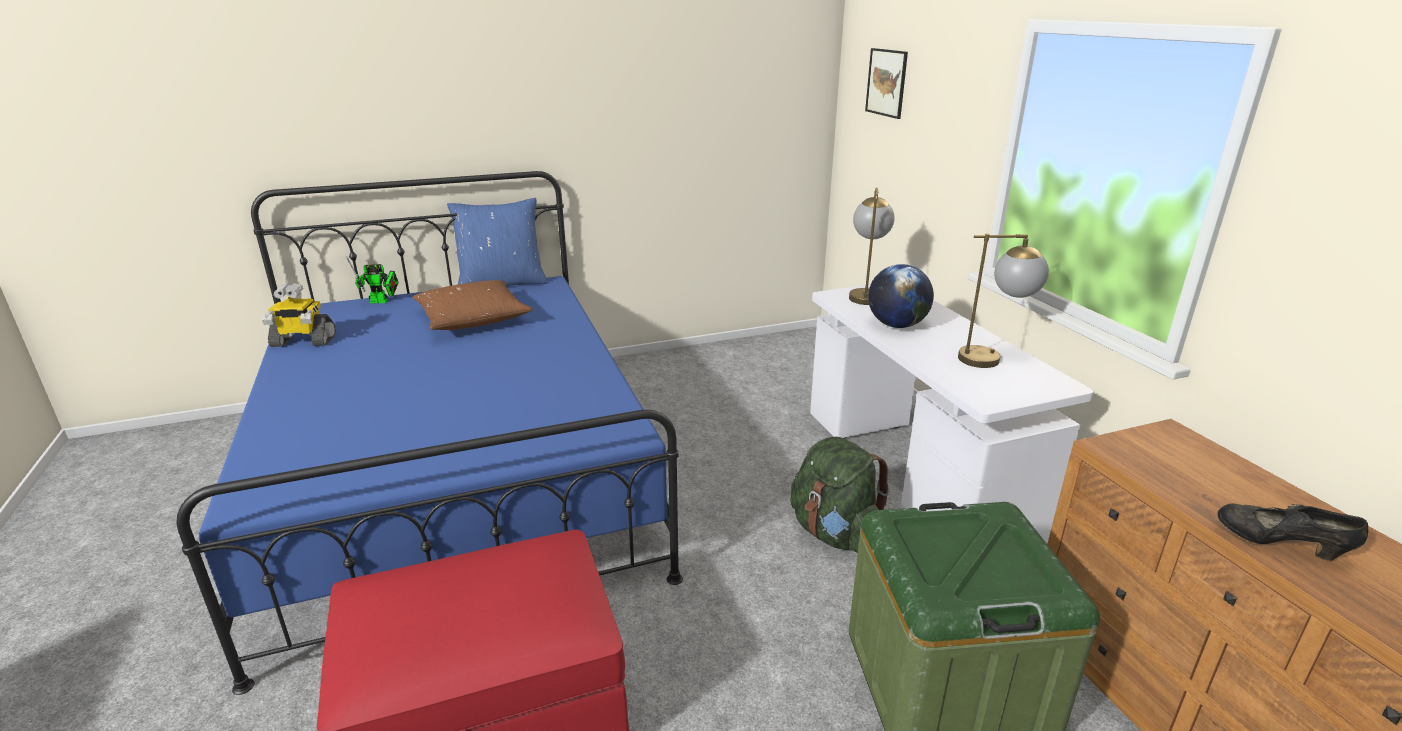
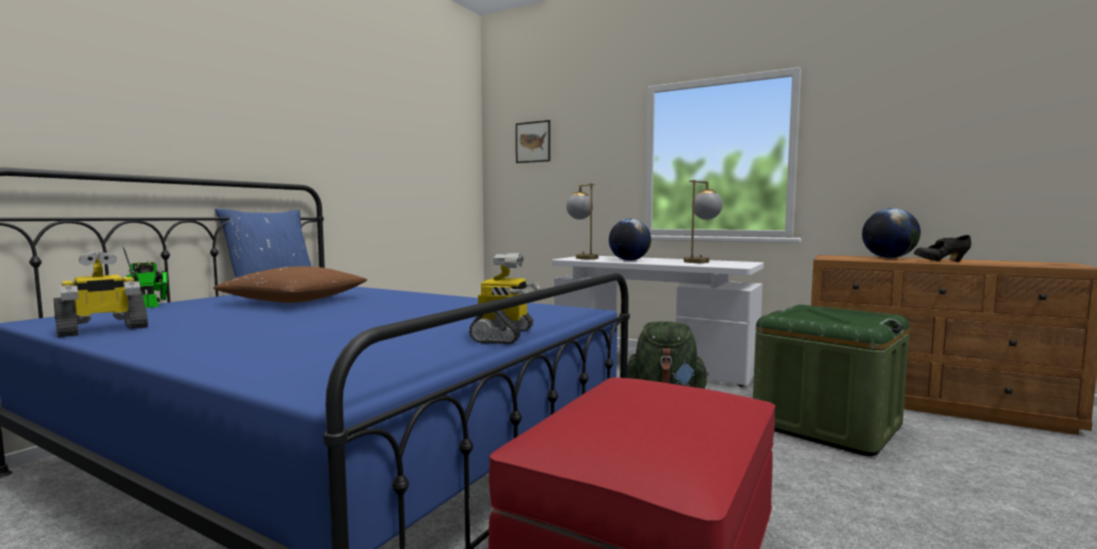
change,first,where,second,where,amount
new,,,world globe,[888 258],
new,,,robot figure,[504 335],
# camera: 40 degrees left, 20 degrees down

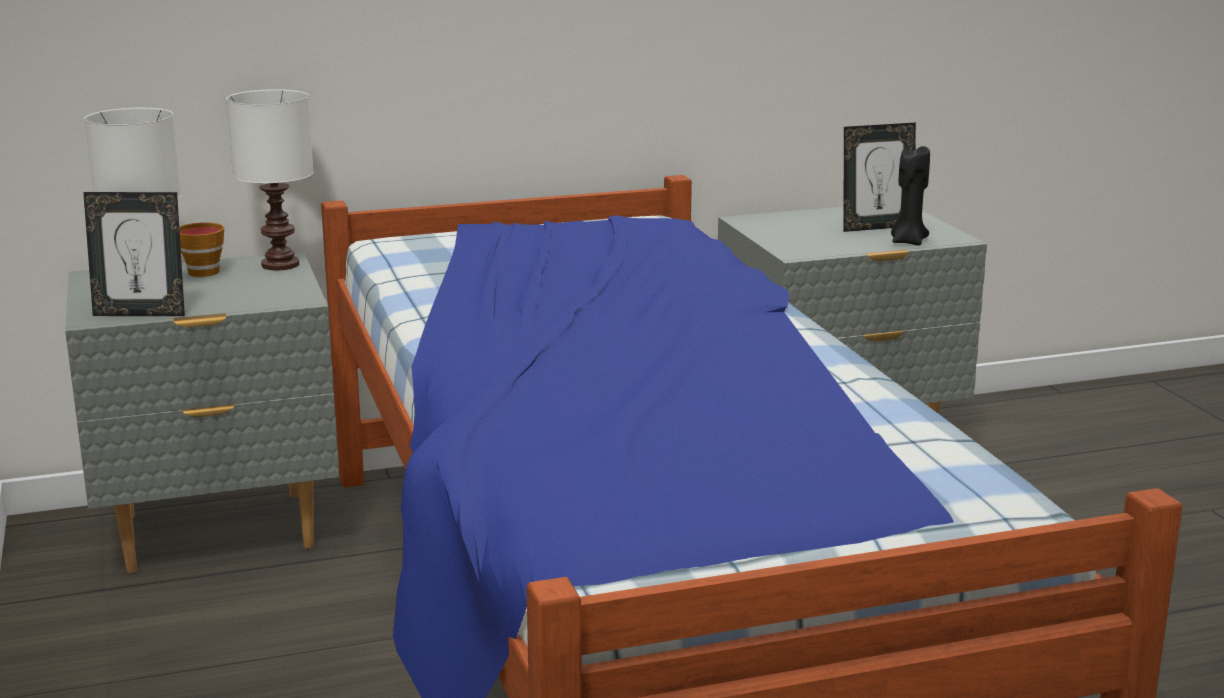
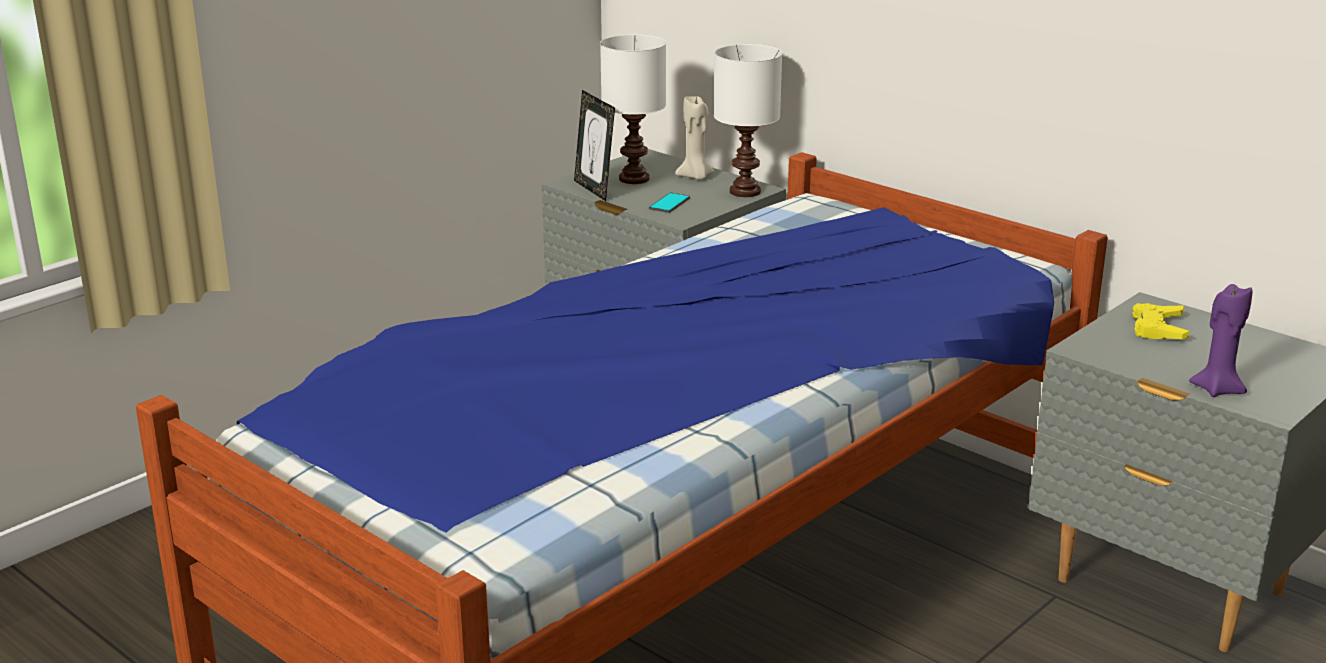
change,first,where,second,where,amount
gone,standing frame,[876 227],,,
repainted,blackish candle,[908 242],purple candle,[1217 389],
swapped,cup,[199 272],sand-coloured candle,[695 177],
new,,,phone,[669 203],
new,,,yellow gamepad,[1158 328],
# camera: 60 degrees right, 5 degrees up

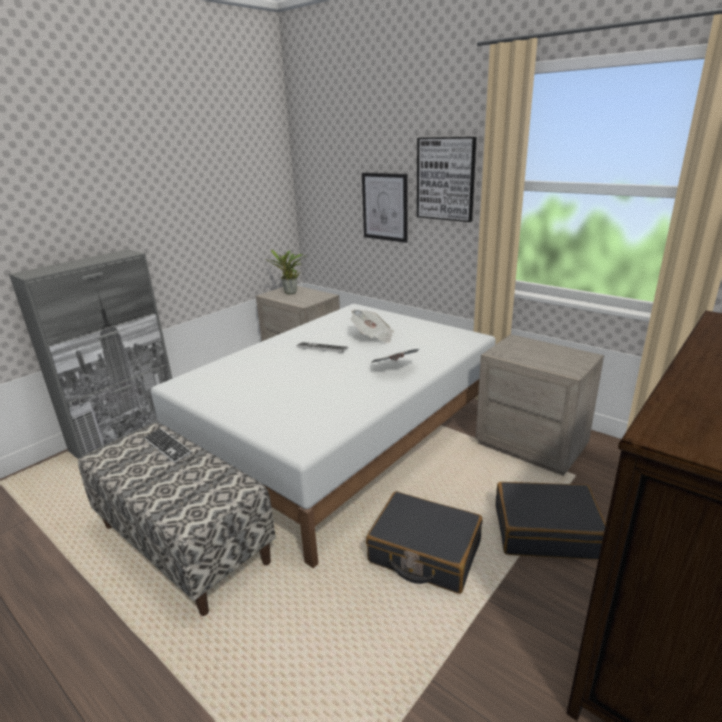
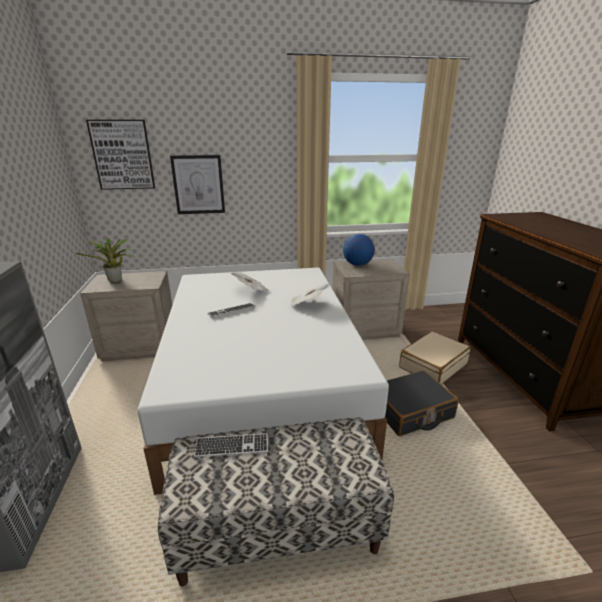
change,first,where,second,where,amount
shifted,wall art,[446 179],,[122 155],
repainted,blackish travel case,[545 531],sand-coloured travel case,[432 365],
new,,,world globe,[357 264],
# camera: 50 degrees left, 0 degrees up

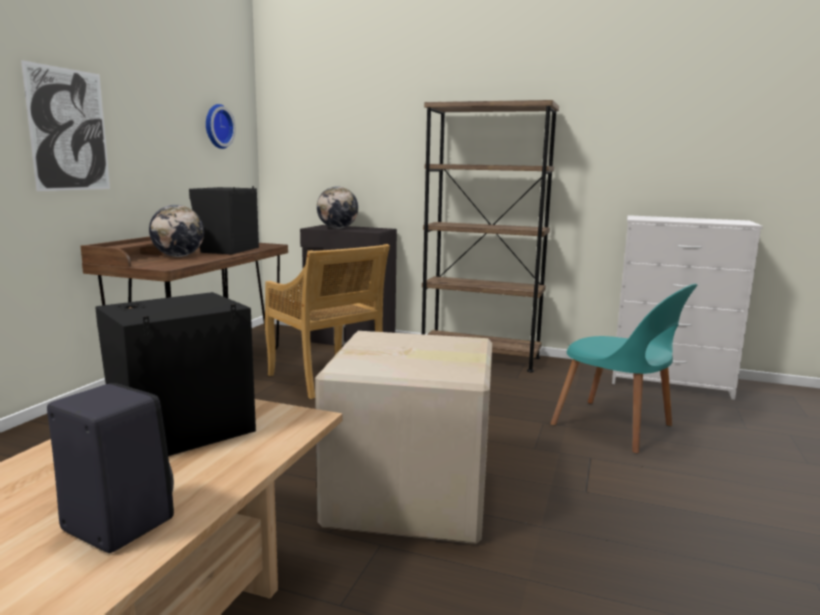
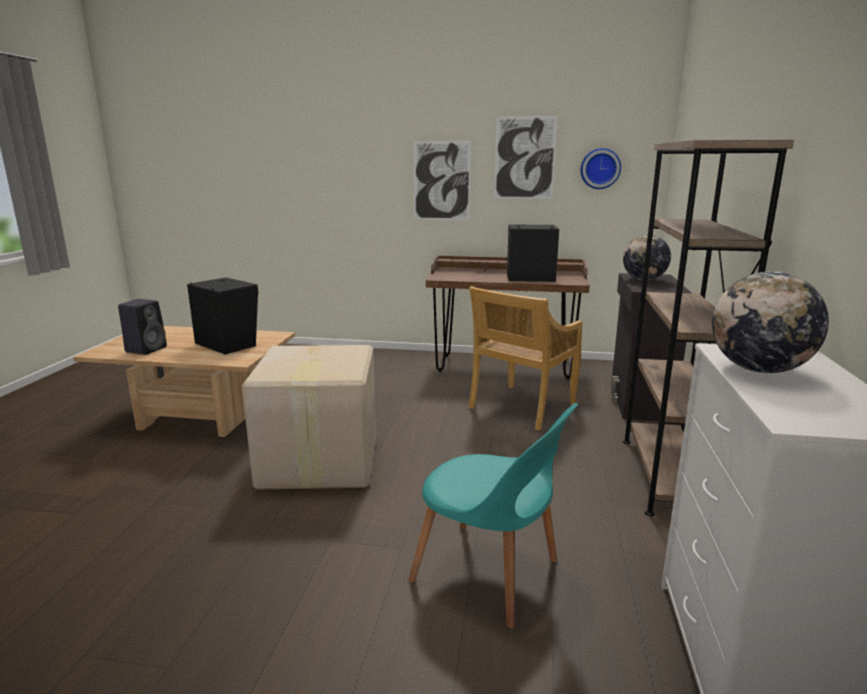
change,first,where,second,where,amount
shifted,world globe,[178 256],,[759 370],
rotated,turquoise upright chair,[616 427],,[490 574],90 degrees counterclockwise
new,,,wall art,[524 158],
# camera: 80 degrees right, 5 degrees up

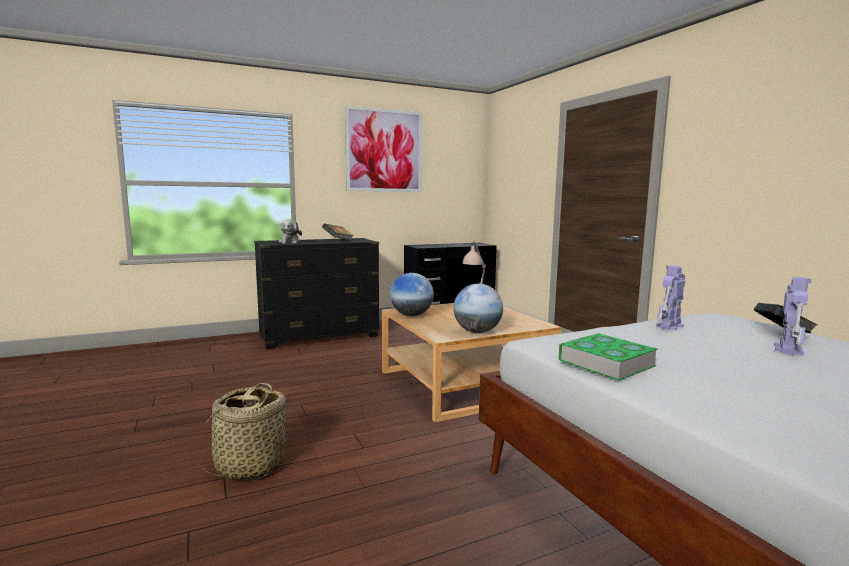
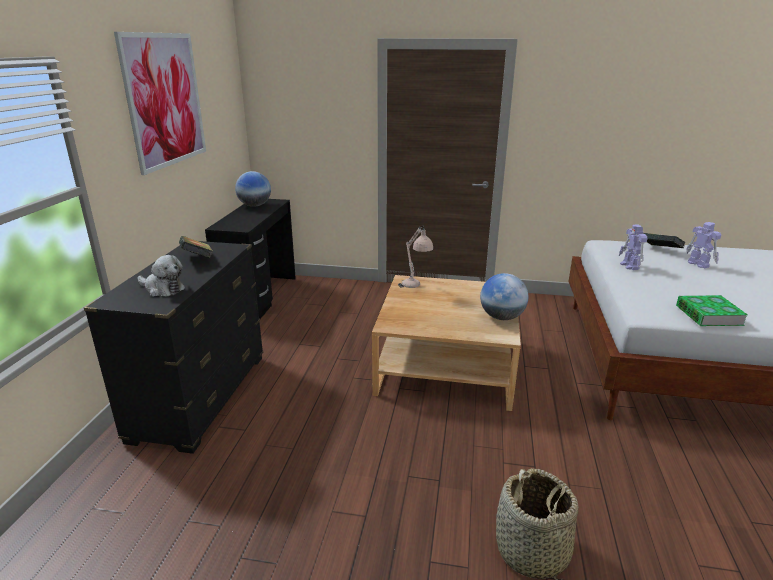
change,first,where,second,where,amount
shifted,world globe,[411 315],,[254 205],
# camera: 55 degrees left, 15 degrees up

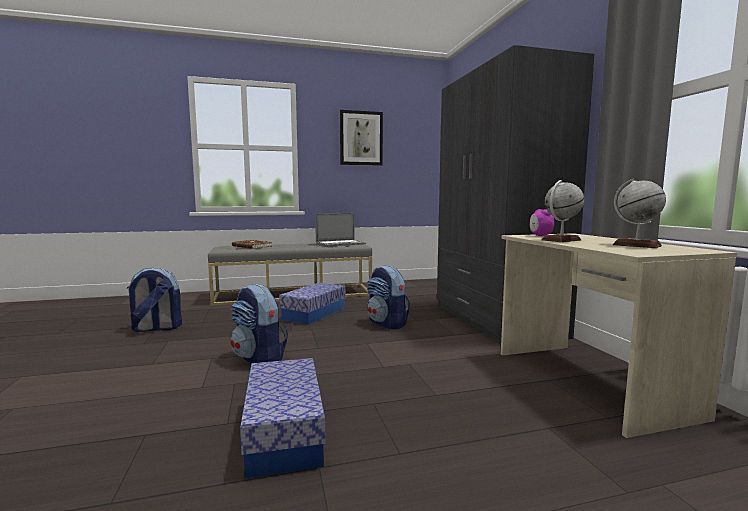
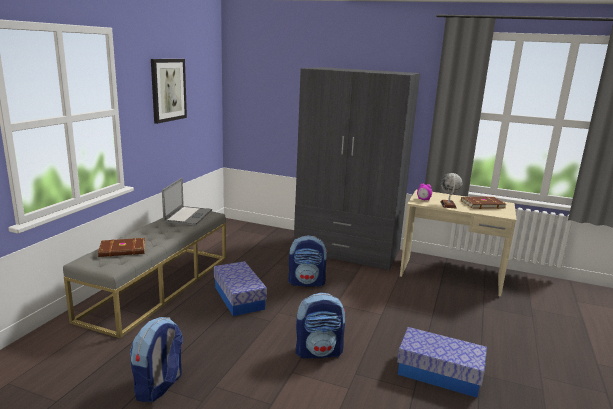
change,first,where,second,where,amount
swapped,world globe,[636 245],brownish bound book,[482 204],
# camera: 55 degrees left, 10 degrees up

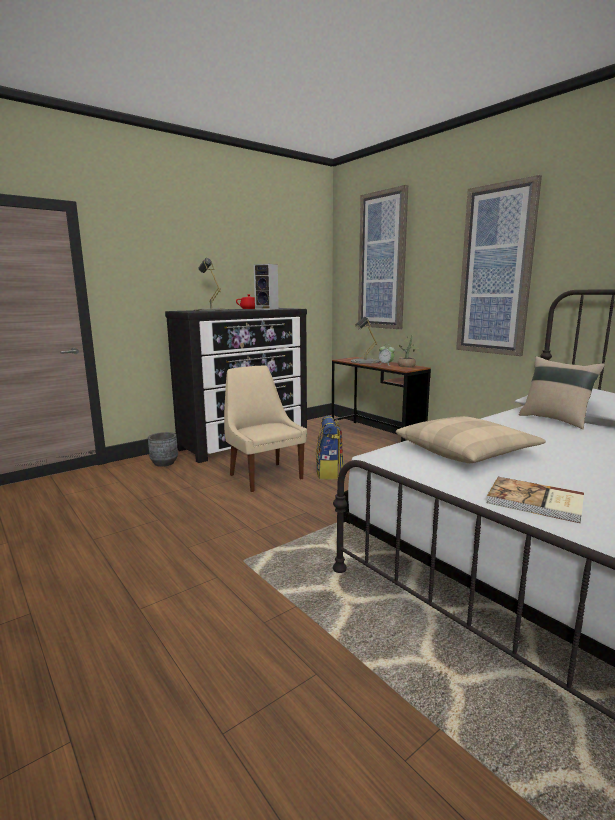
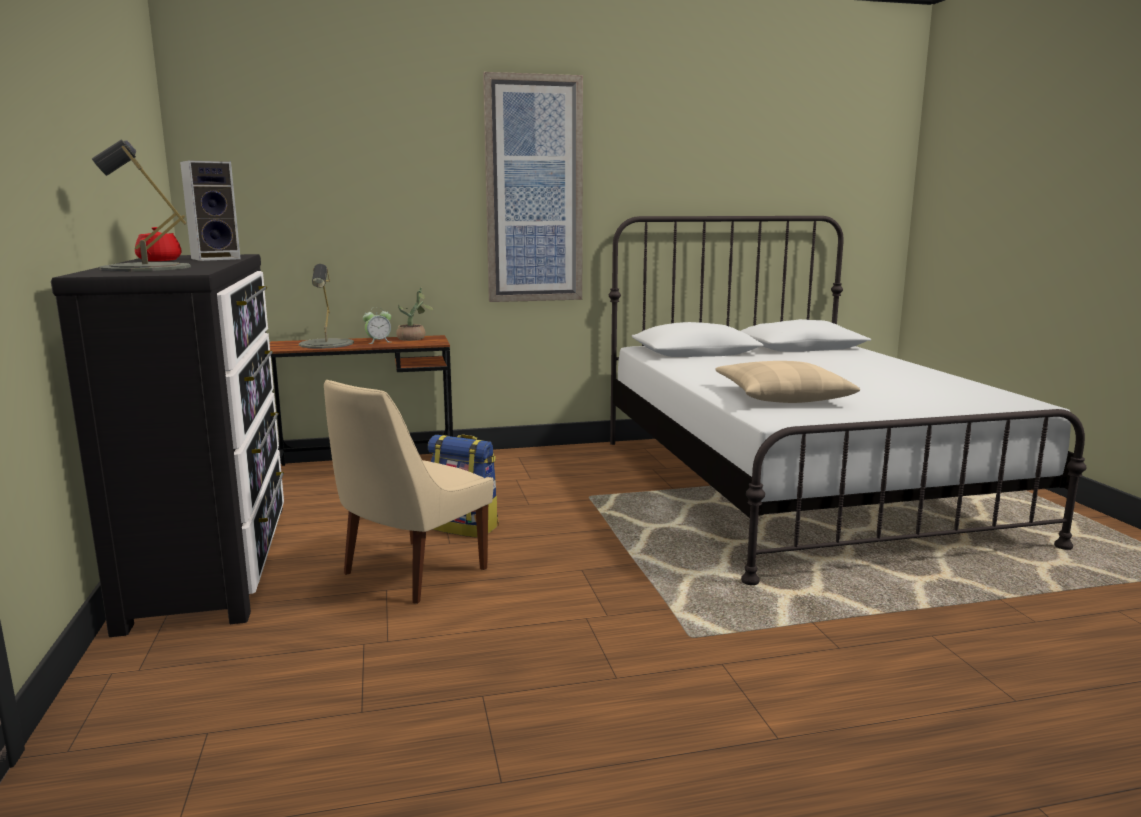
change,first,where,second,where,amount
gone,wall art,[382 261],,,
gone,sand-coloured throw pillow,[555 420],,,
rotated,sand-coloured upright chair,[264 476],,[410 573],45 degrees counterclockwise
gone,gray planter,[164 463],,,
gone,bound book,[535 502],,,
# camera: 65 degrees left, 0 degrees up

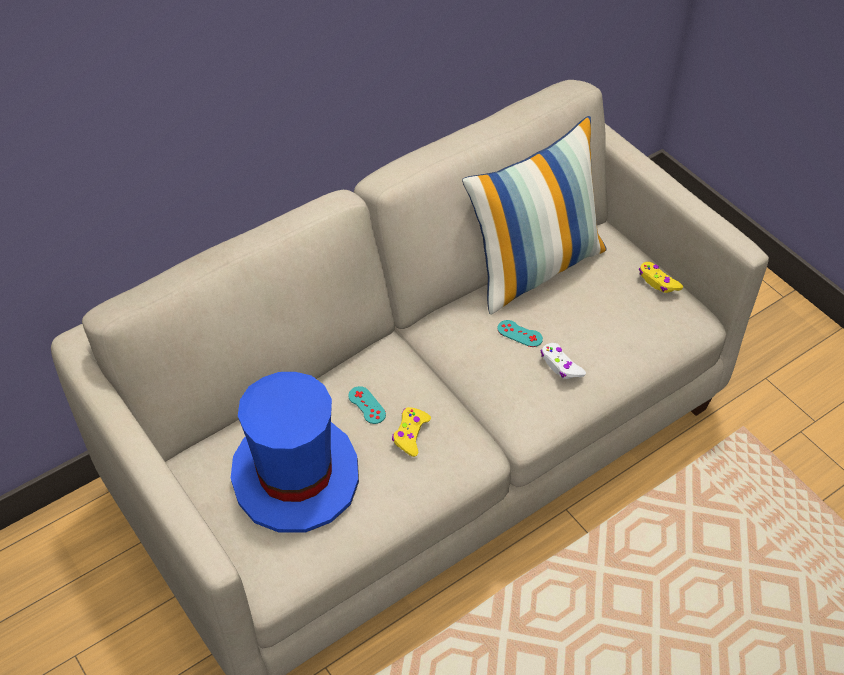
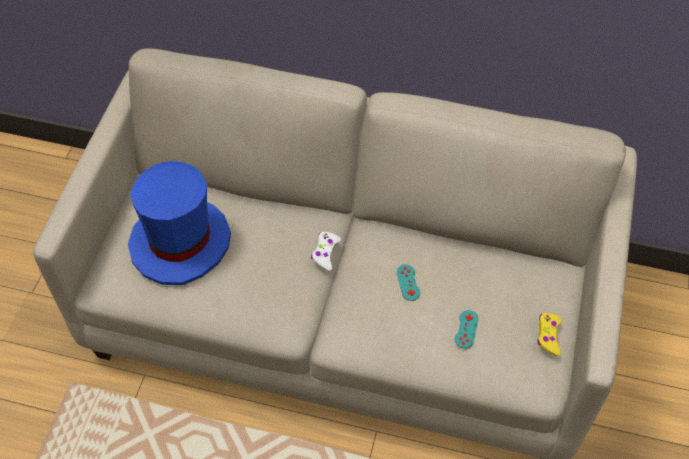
change,first,where,second,where,amount
gone,throw pillow,[534 266],,,
shifted,white-coloured gamepad,[560 365],,[325 253],
shifted,turquoise gamepad,[367 405],,[466 329],
gone,yellow gamepad,[410 434],,,
# camera: 50 degrees right, 5 degrees up

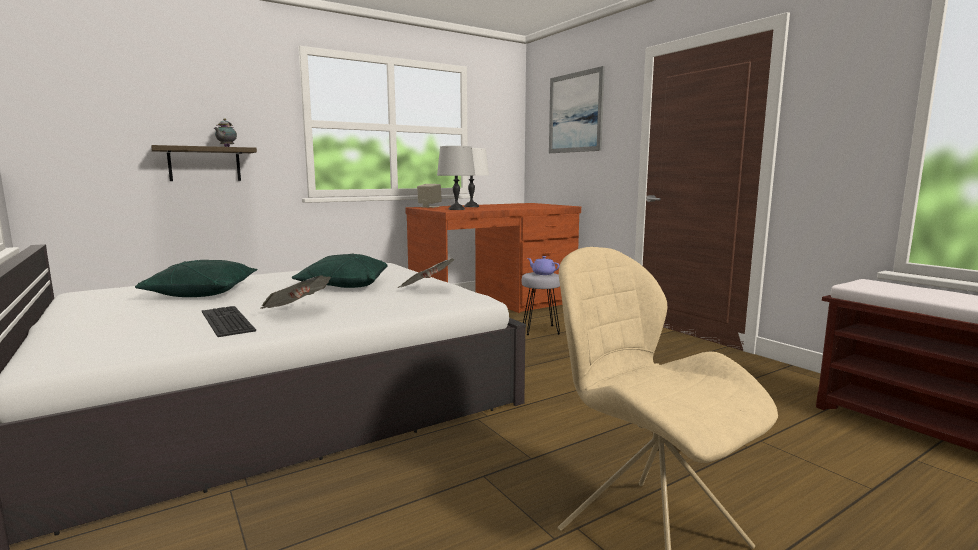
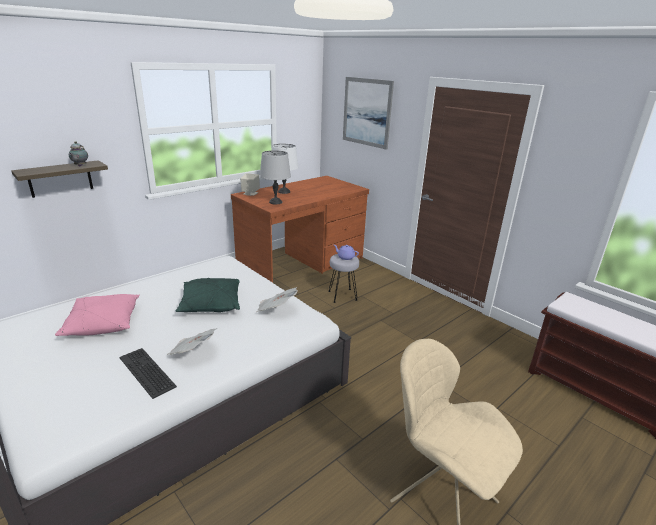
change,first,where,second,where,amount
repainted,green-coloured throw pillow,[203 293],pink-coloured throw pillow,[103 323],
# camera: 10 degrees left, 15 degrees up

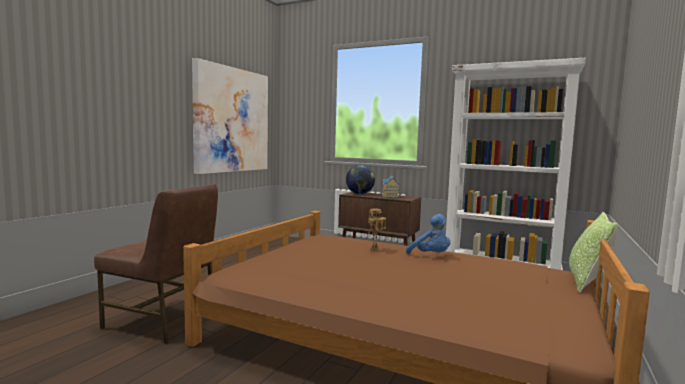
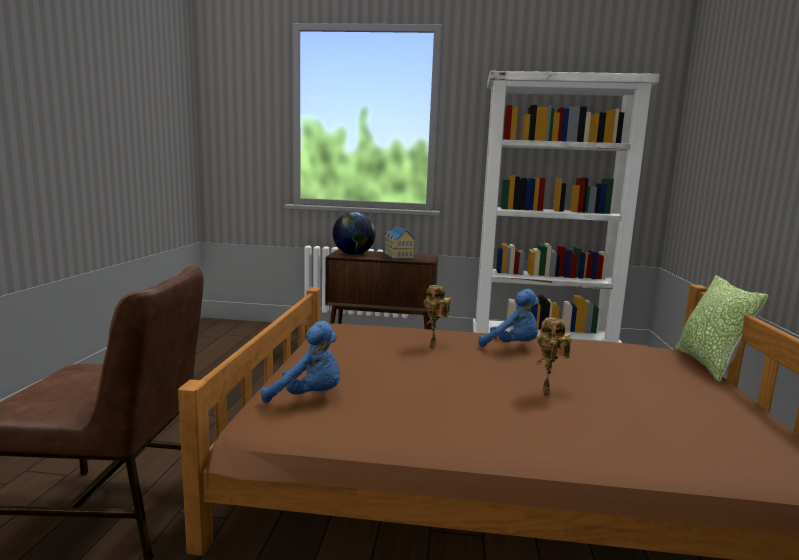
change,first,where,second,where,amount
gone,wall art,[231 120],,,
new,,,robot figure,[548 392],
new,,,bluish soft toy,[309 397],
# camera: 20 degrees left, 5 degrees up

